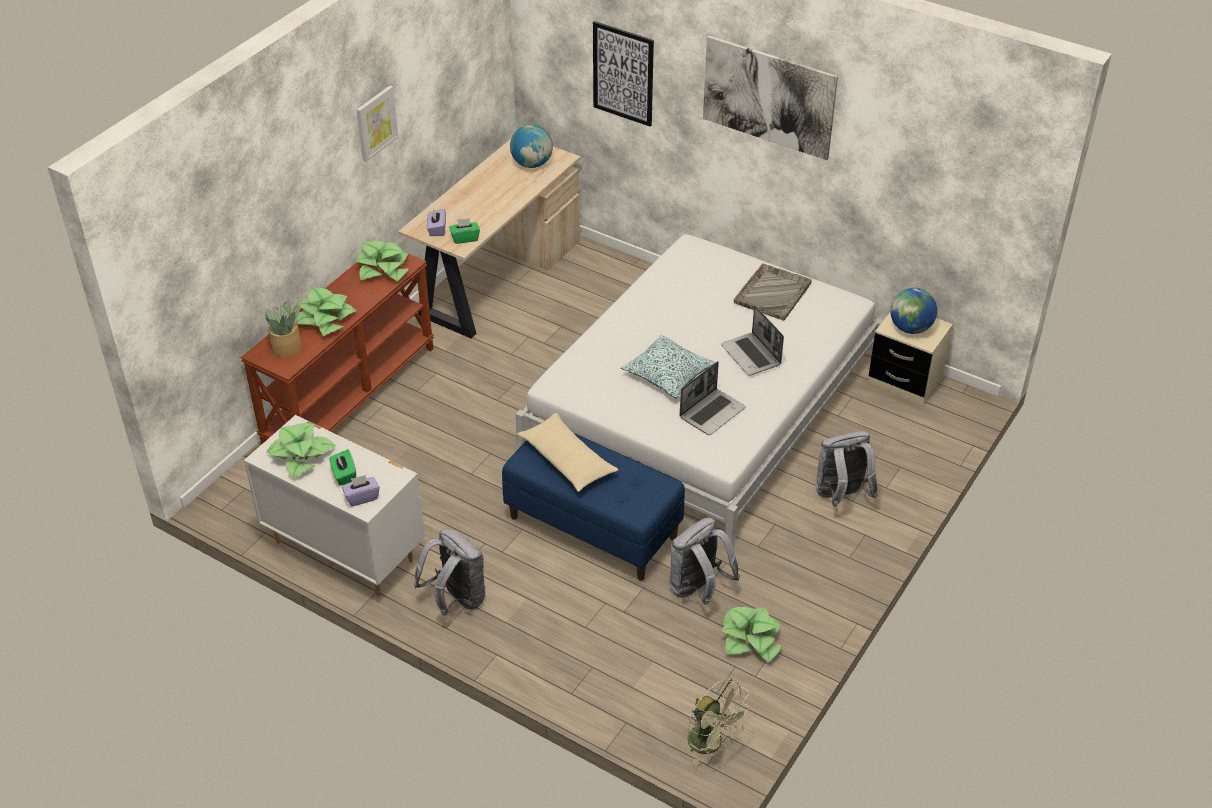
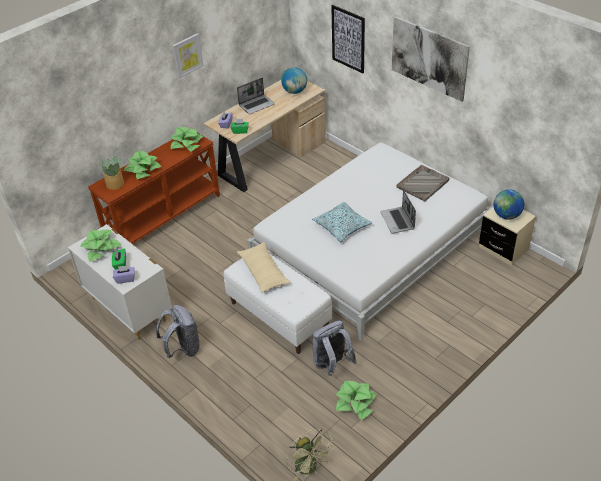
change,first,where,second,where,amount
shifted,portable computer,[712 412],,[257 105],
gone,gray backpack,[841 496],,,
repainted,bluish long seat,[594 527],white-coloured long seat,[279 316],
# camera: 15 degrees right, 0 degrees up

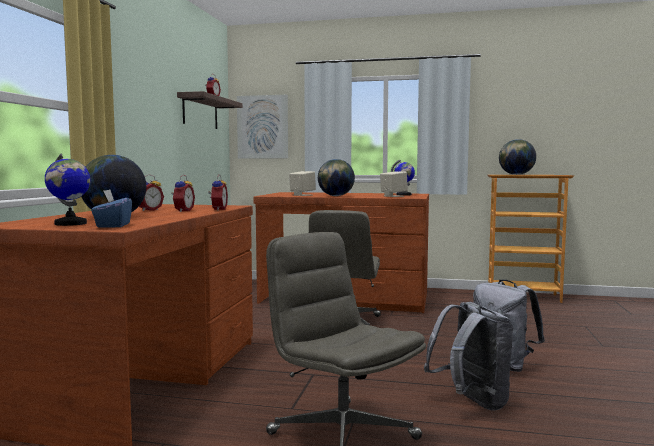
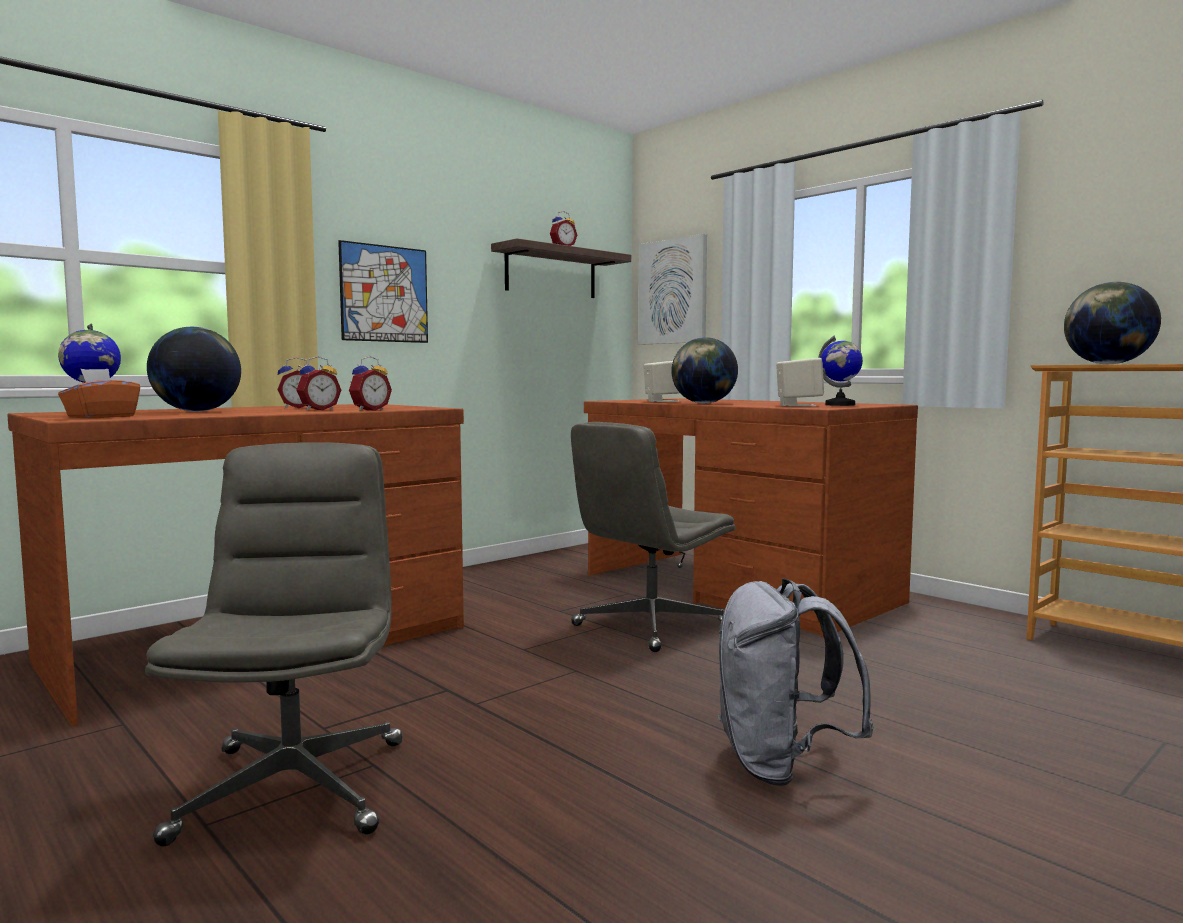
change,first,where,second,where,amount
repainted,bluish tissue box,[113 225],orange tissue box,[101 417],
gone,gray backpack,[471 402],,,
new,,,wall art,[384 293],
# camera: 35 degrees right, 0 degrees up

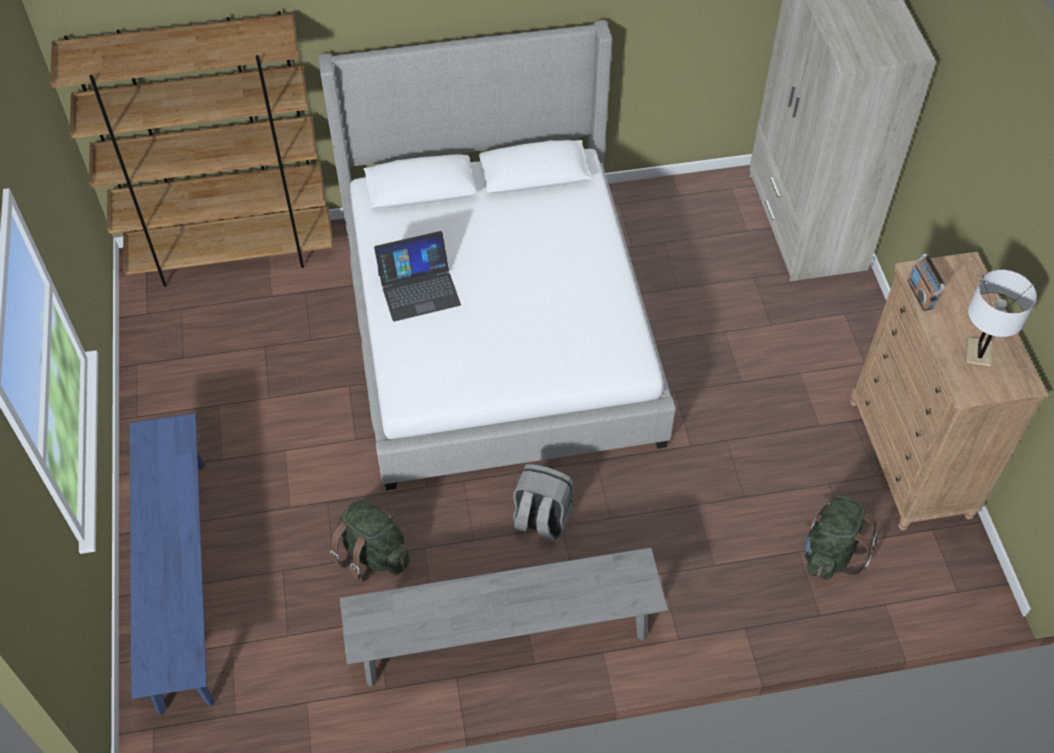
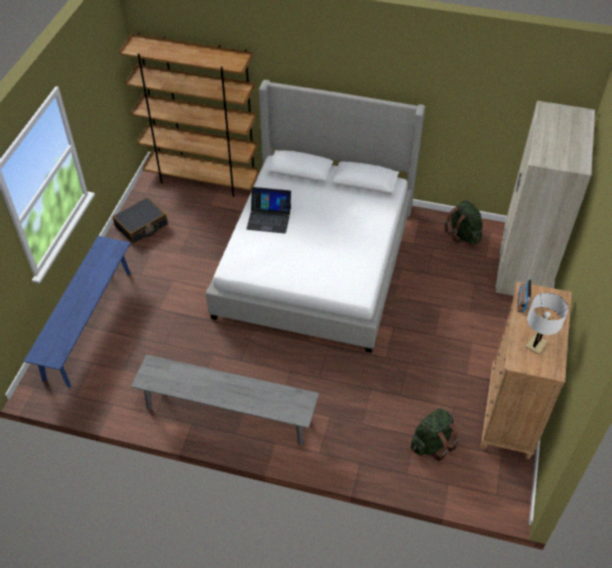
change,first,where,second,where,amount
gone,gray backpack,[541 520],,,
shifted,green-coloured backpack,[373 554],,[463 235],
new,,,blackish travel case,[141 226],
# camera: 25 degrees right, 5 degrees down

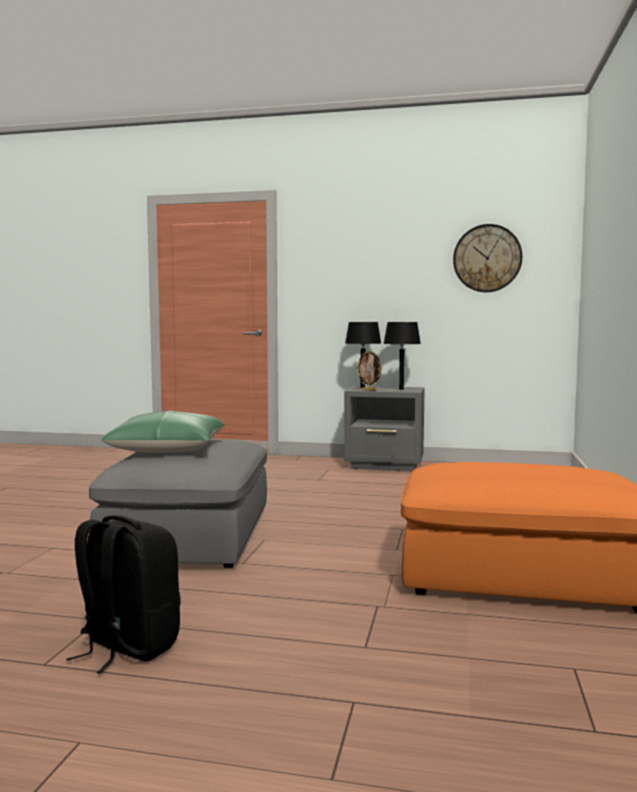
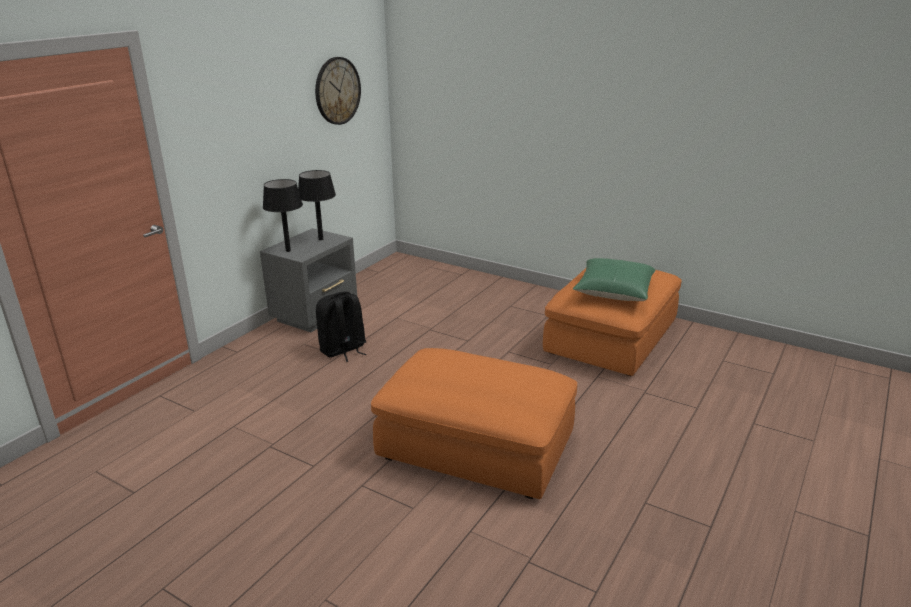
change,first,where,second,where,amount
gone,standing frame,[369 390],,,
shifted,green-coloured throw pillow,[167 449],,[614 291],
repainted,gray ottoman,[191 536],orange ottoman,[477 446],
shifted,blackish backpack,[127 647],,[343 350],
# camera: 70 degrees left, 20 degrees up

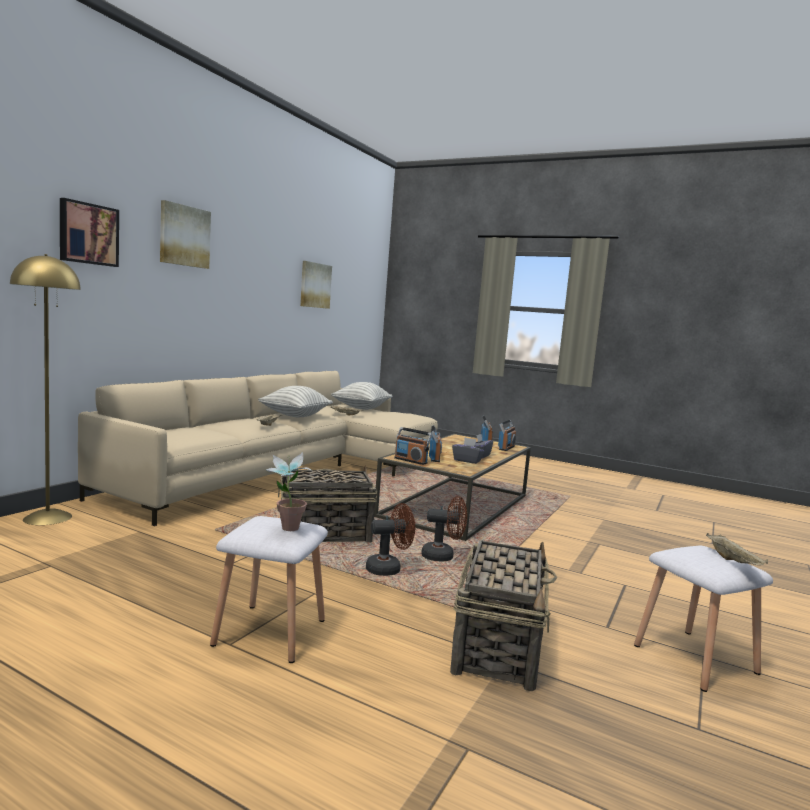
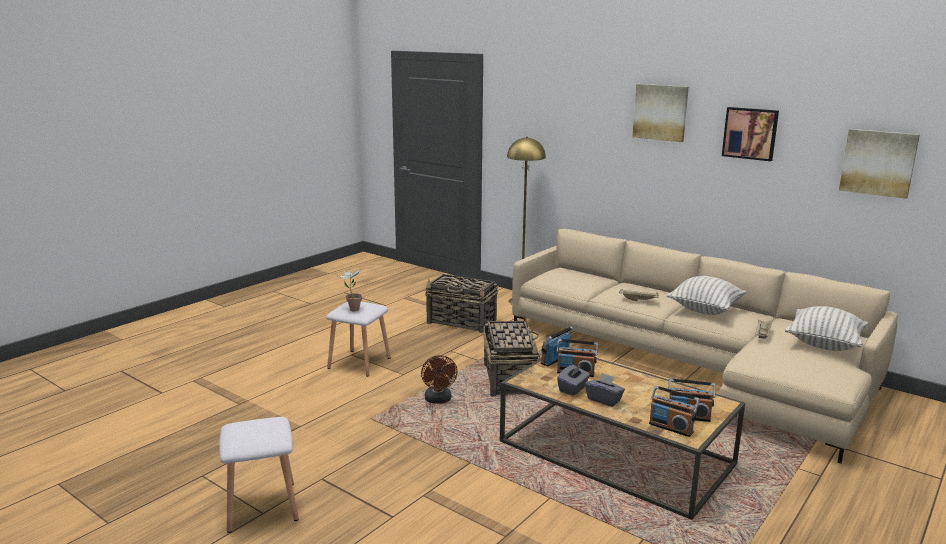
change,first,where,second,where,amount
shifted,wall art,[88 234],,[750 133],
gone,brownish electric fan,[443 556],,,
gone,sand-coloured serving tray,[734 561],,,
shifted,household basket,[498 646],,[462 322],
# camera: 100 degrees right, 10 degrees up

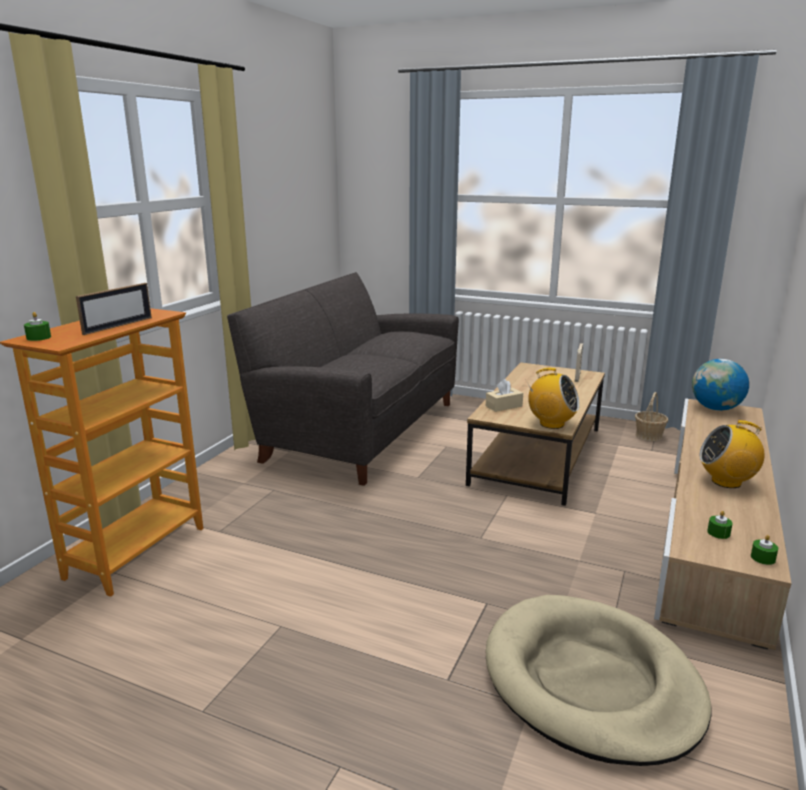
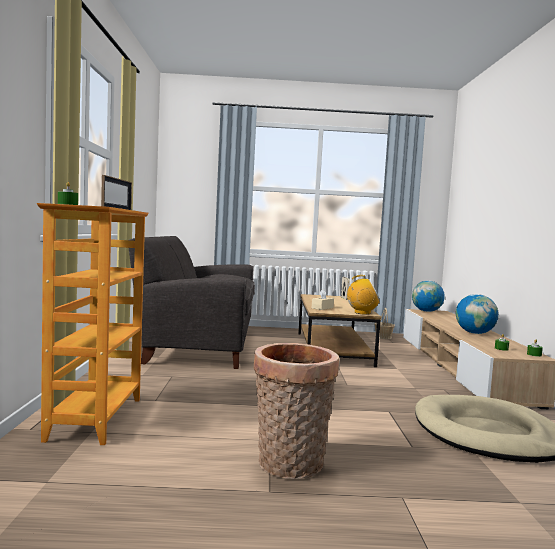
change,first,where,second,where,amount
swapped,radio receiver,[726 481],world globe,[475 333],
new,,,household basket,[290 466],
# camera: 25 degrees left, 15 degrees down

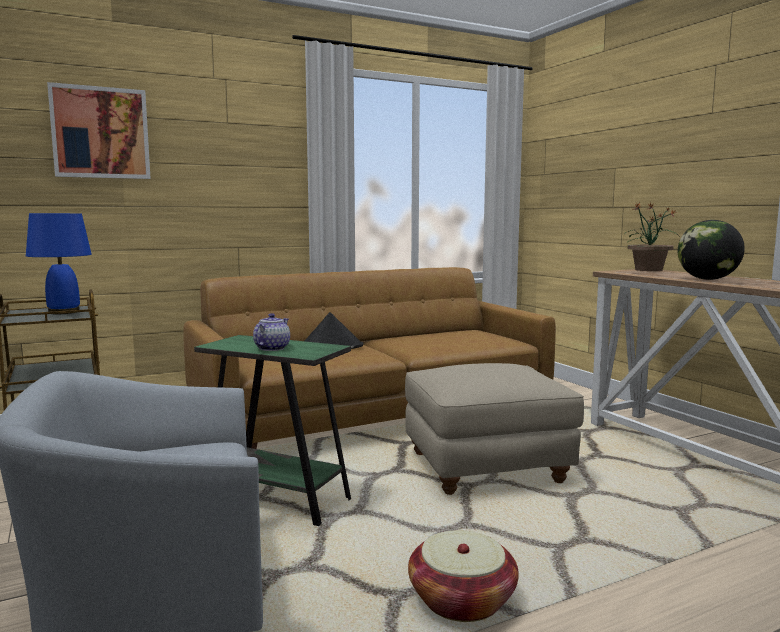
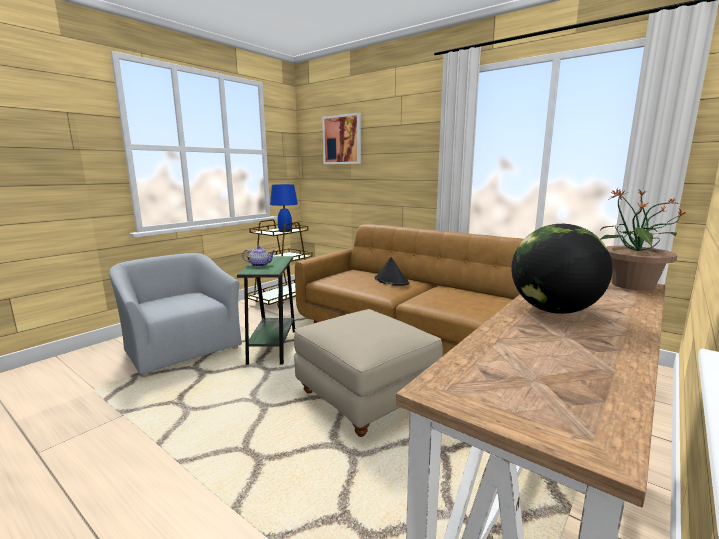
change,first,where,second,where,amount
gone,household basket,[462 600],,,
# camera: 65 degrees right, 5 degrees up

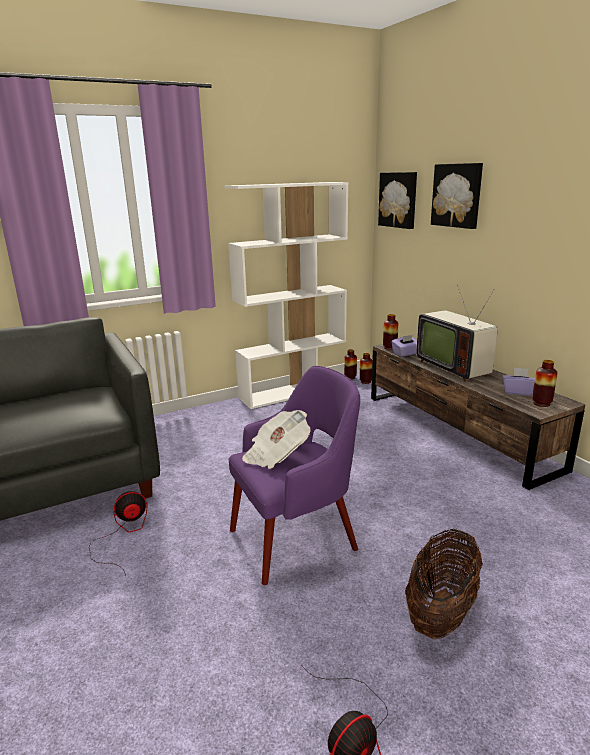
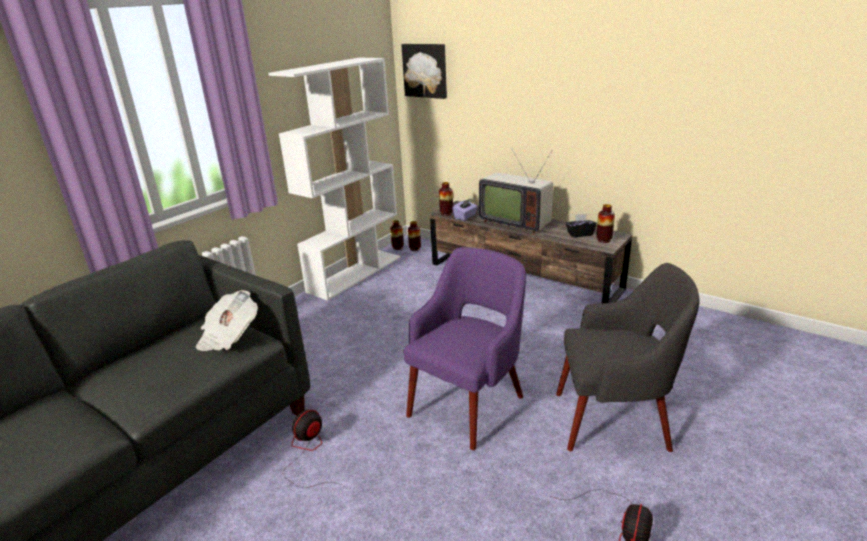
change,first,where,second,where,amount
gone,wall art,[457 195],,,
repainted,purple tissue box,[517 392],blackish tissue box,[580 234],
shifted,newspaper,[276 455],,[228 336],
swapped,household basket,[441 611],gray lounge chair,[613 420],
# camera: 25 degrees left, 5 degrees up

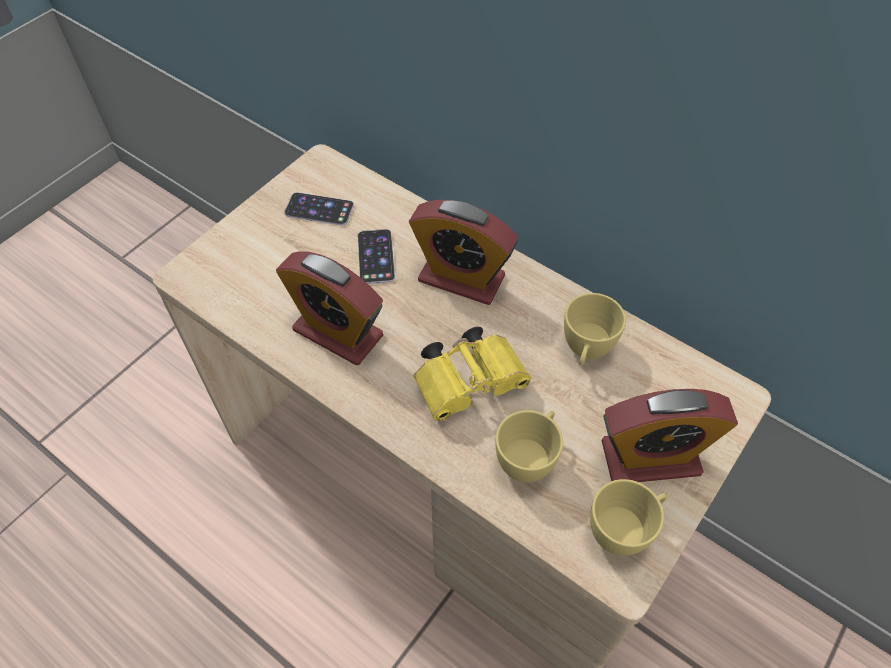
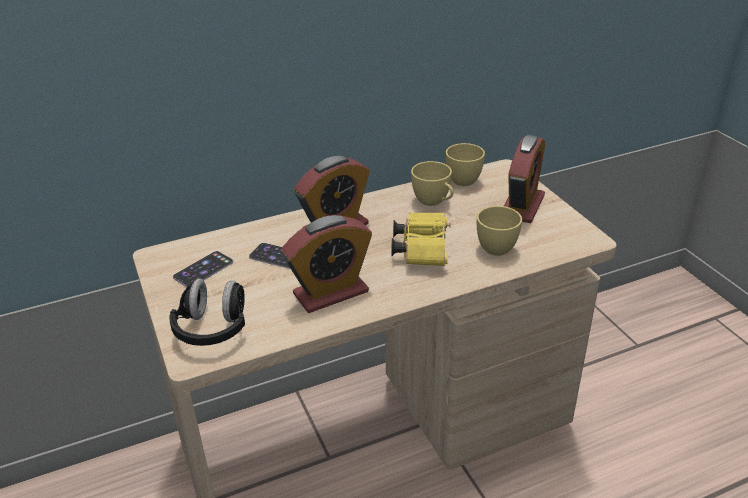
change,first,where,second,where,amount
shifted,yellow cup,[624 529],,[463 178],
new,,,blackish pair of headphones,[213 329],
# camera: 60 degrees left, 20 degrees down

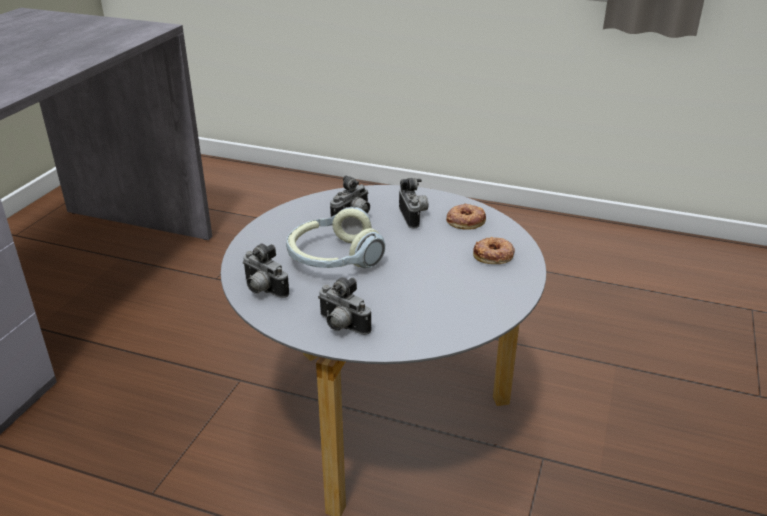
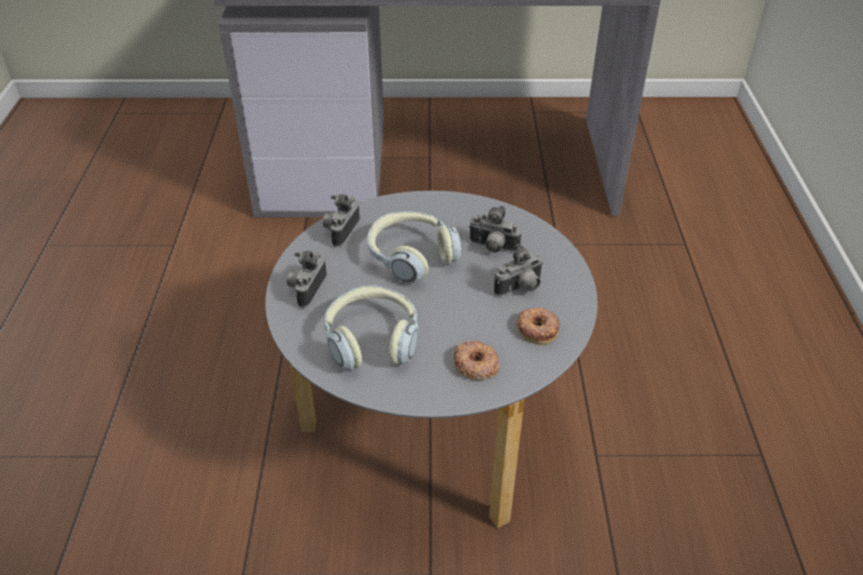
change,first,where,second,where,amount
new,,,pair of headphones,[372 339],
# camera: 70 degrees right, 10 degrees up

